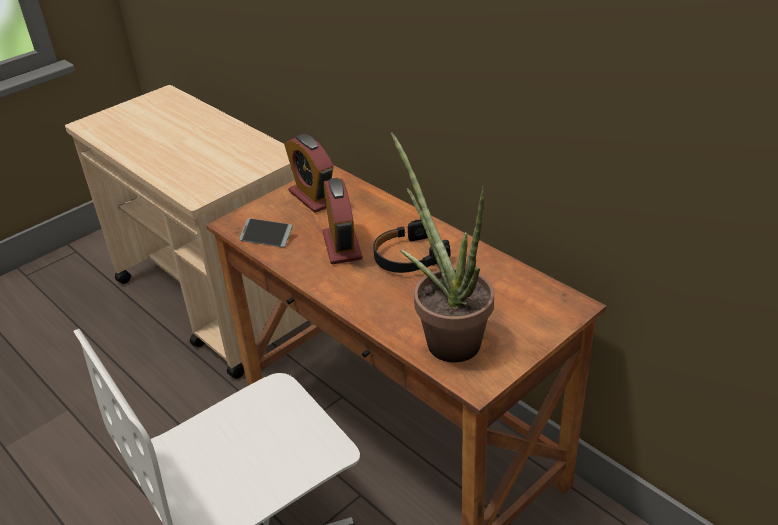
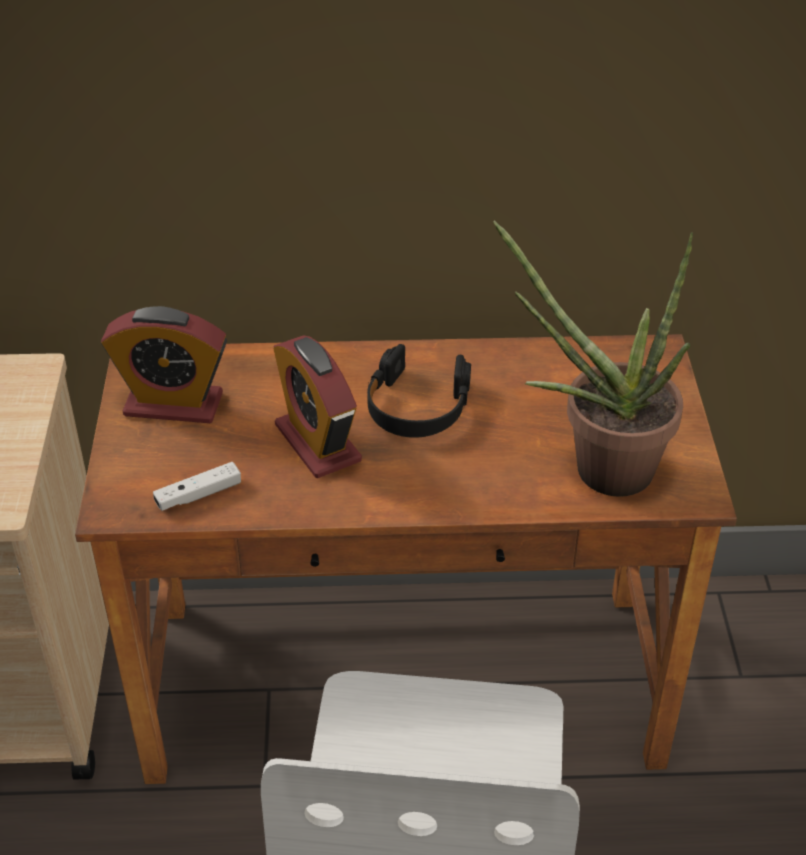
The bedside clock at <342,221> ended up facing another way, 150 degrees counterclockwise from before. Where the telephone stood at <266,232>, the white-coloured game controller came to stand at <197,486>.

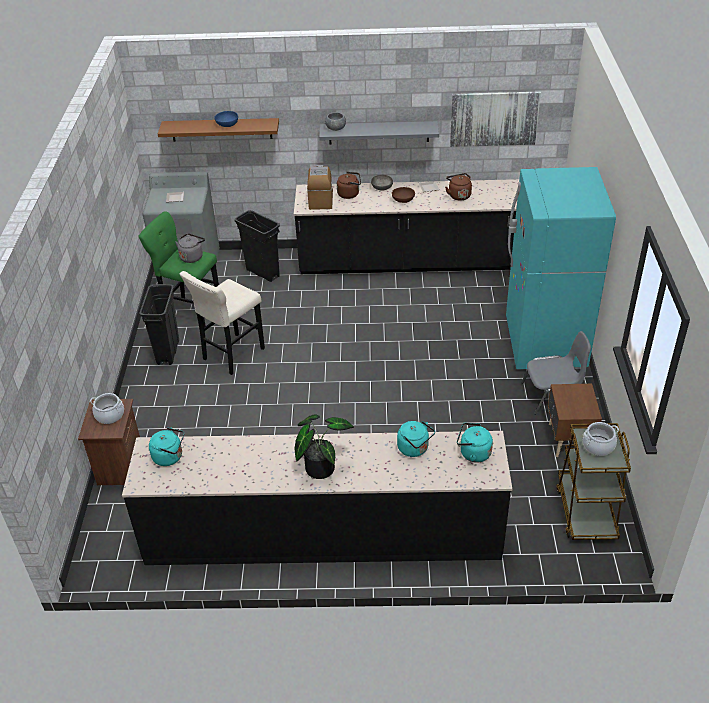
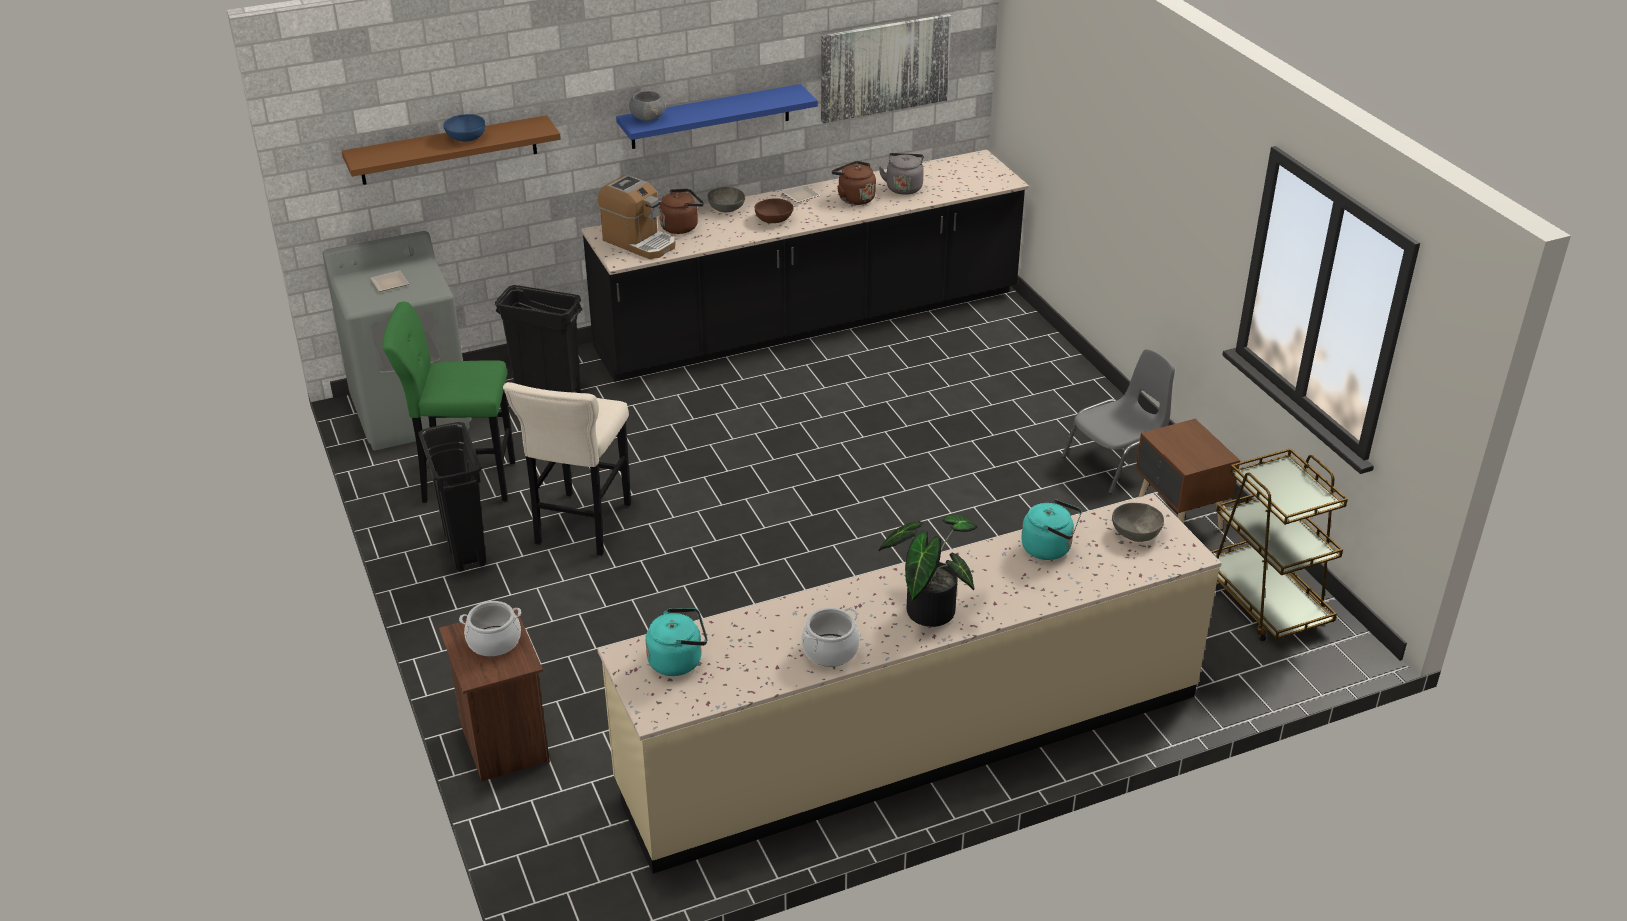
What was the greyish wall shelf at <379,132> turned into the bluish wall shelf at <717,116>. The coffee brewer at <320,187> ended up facing another way, 150 degrees clockwise from before. The second view lost the turquoise-coloured kitchen fridge at <561,268>. The greyish water kettle ended up elsewhere, having gone from <190,248> to <901,174>. The stockpot ended up elsewhere, having gone from <601,439> to <830,637>. Where the turquoise-coloured water kettle stood at <475,443>, the greyish serving bowl came to stand at <1138,522>. What was the black-coloured kitchen counter at <317,498> turned into the beige kitchen counter at <909,684>.

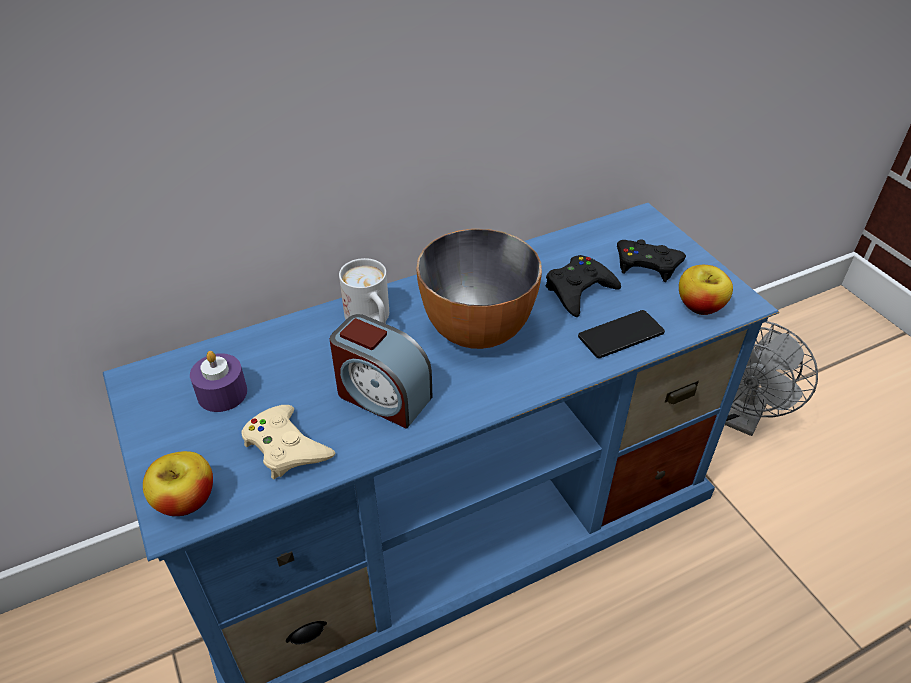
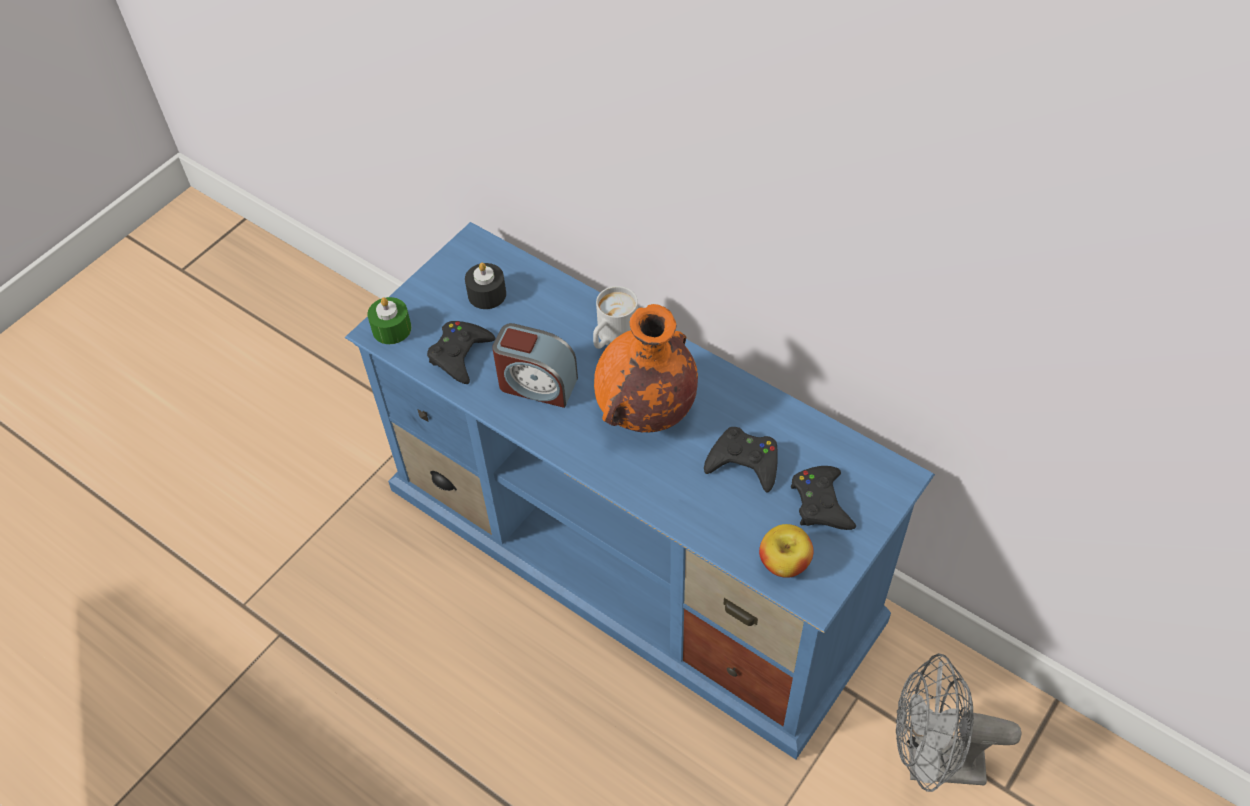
Where the serving bowl stood at <479,289>, the orange-coloured decorative vase came to stand at <646,368>. The second view lost the telephone at <621,334>. The bedside clock at <381,371> ended up facing another way, 75 degrees counterclockwise from before. What was the purple wax light at <218,381> turned into the black-coloured wax light at <485,286>. What was the beige game controller at <288,442> turned into the black-coloured game controller at <461,352>. Where the whole apple stood at <178,483>, the green wax light came to stand at <389,320>.

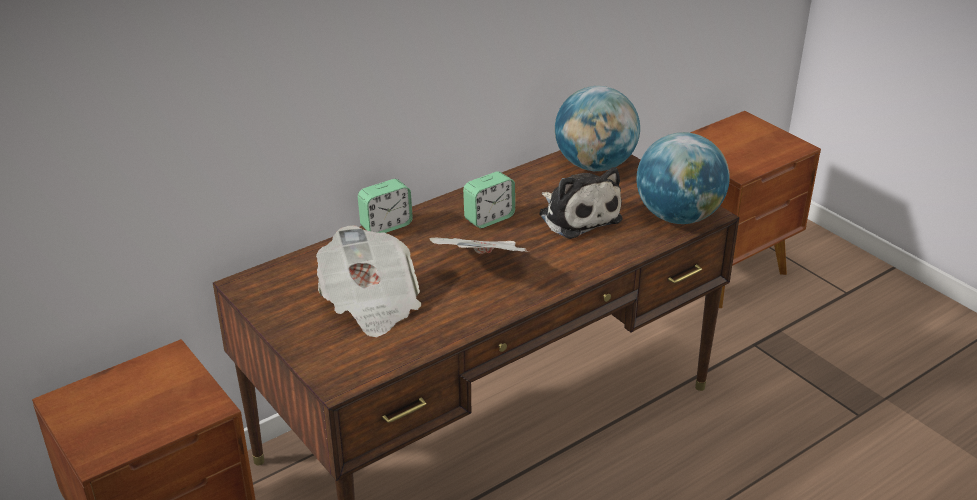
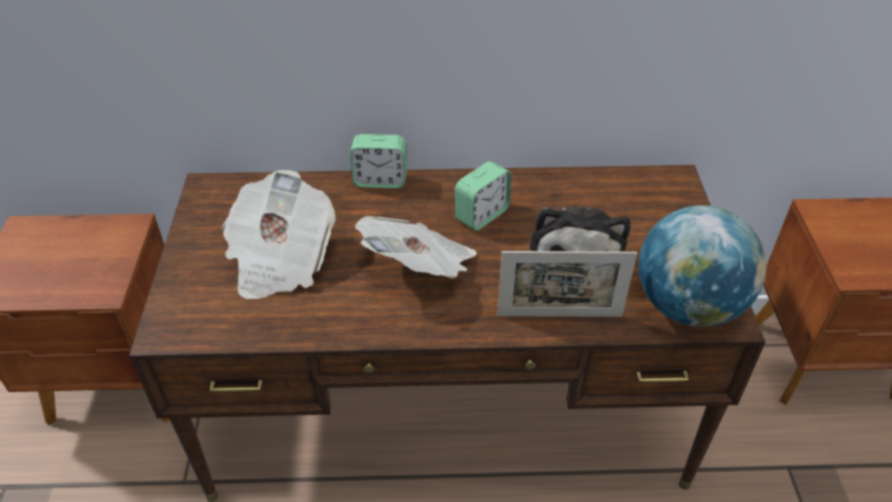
The second view lost the globe at <597,128>. The bedside clock at <489,199> ended up facing another way, 45 degrees counterclockwise from before. The second view gained the standing frame at <567,284>.

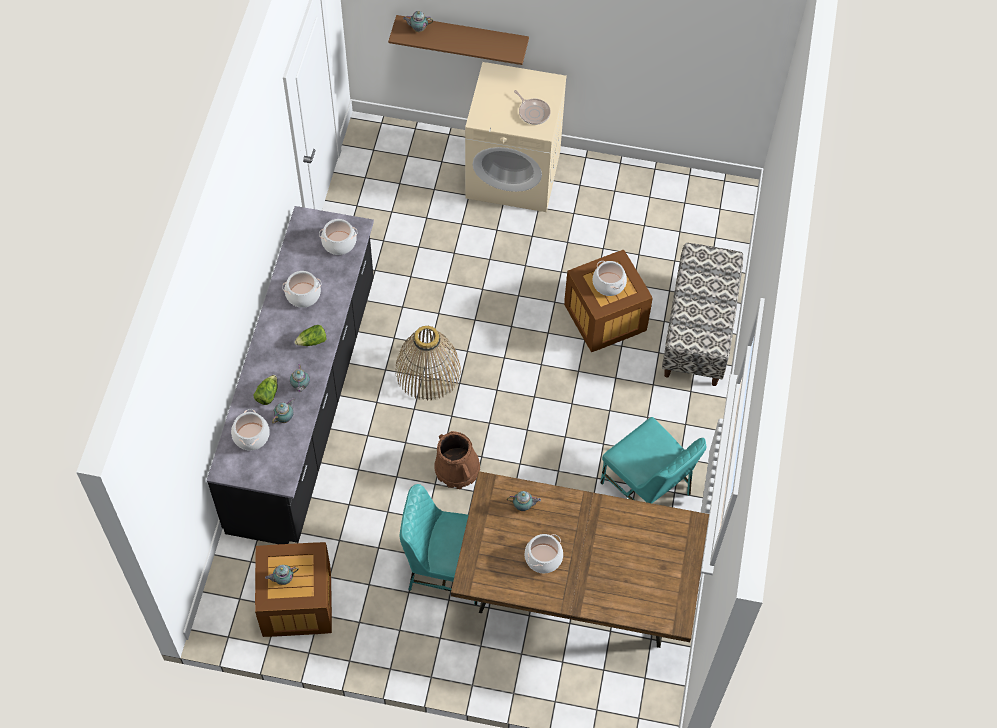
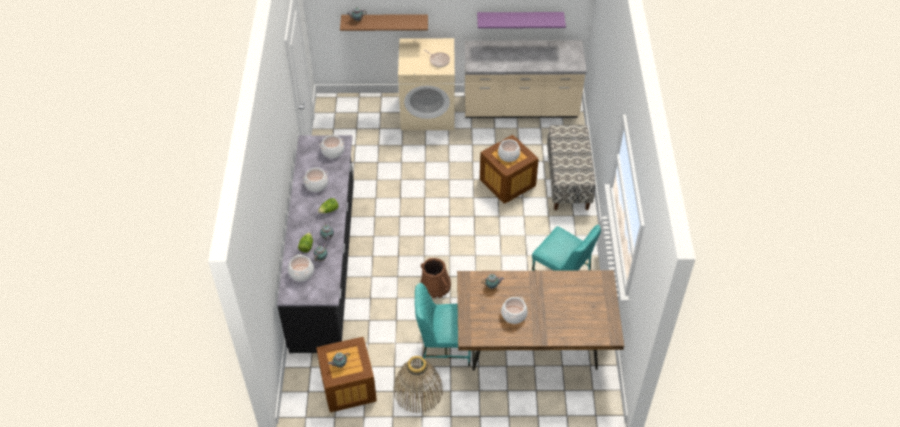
The basket ended up elsewhere, having gone from <428,363> to <418,384>. The second view gained the purple wall shelf at <521,20>. The second view gained the beige kitchen counter at <526,79>.

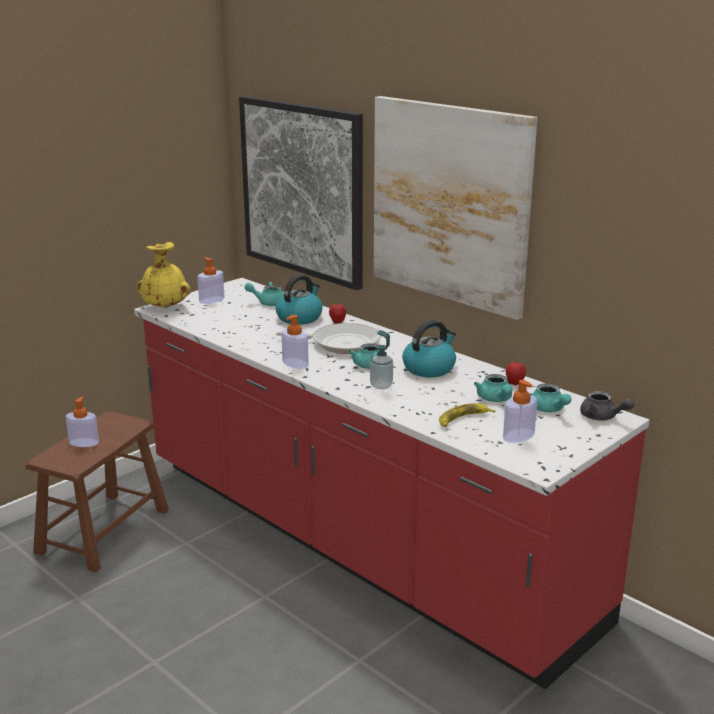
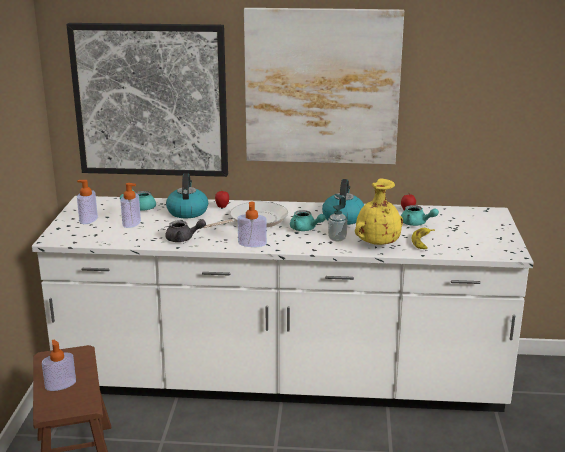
The yellow decorative vase ended up elsewhere, having gone from <164,275> to <379,211>. What was the reddish kitchen counter at <392,483> turned into the white-coloured kitchen counter at <282,304>. The soap bottle ended up elsewhere, having gone from <520,411> to <130,205>. The second view lost the turquoise-coloured pot for tea at <551,397>. The greyish pot for tea ended up elsewhere, having gone from <607,406> to <185,230>.

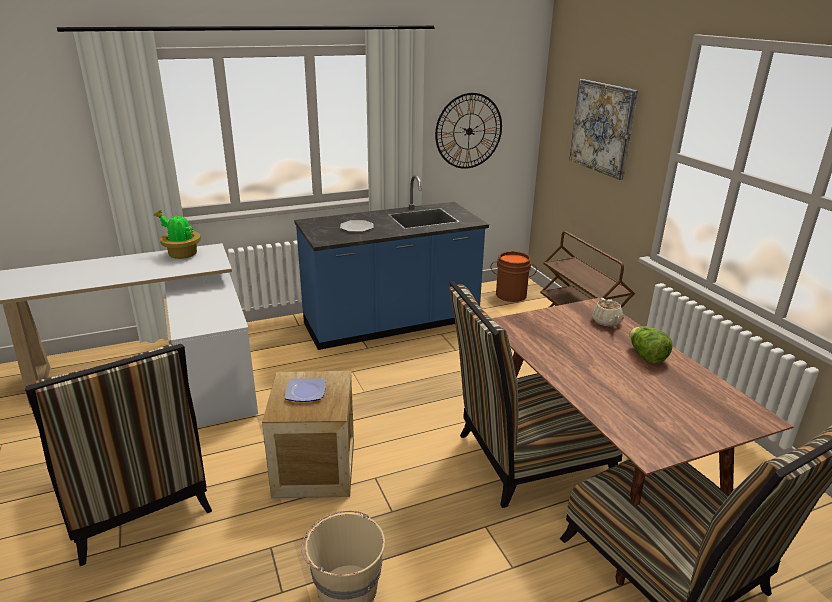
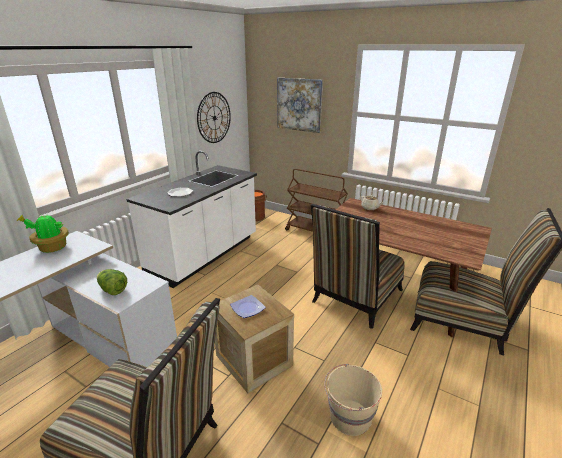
What was the bluish kitchen counter at <391,262> turned into the white-coloured kitchen counter at <192,219>. The lettuce ended up elsewhere, having gone from <650,345> to <112,282>.

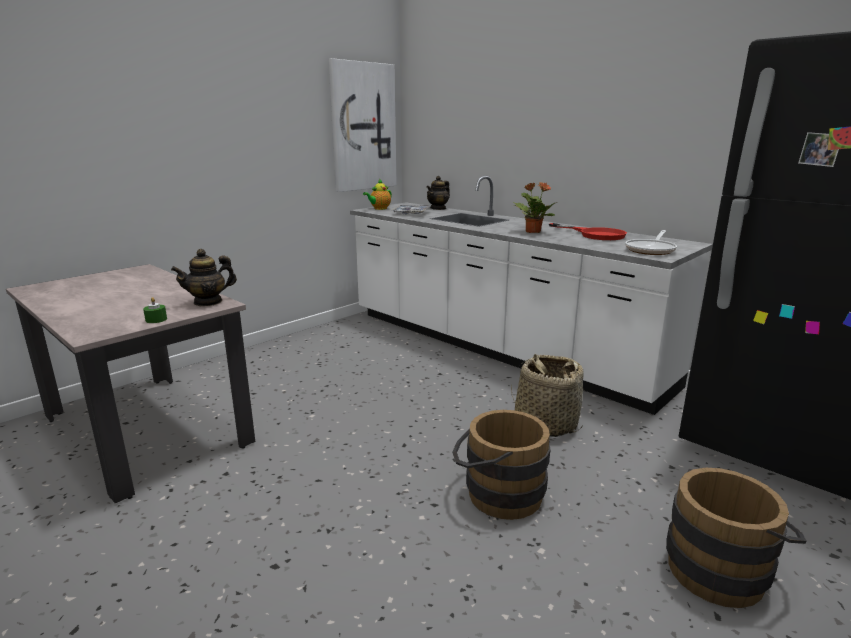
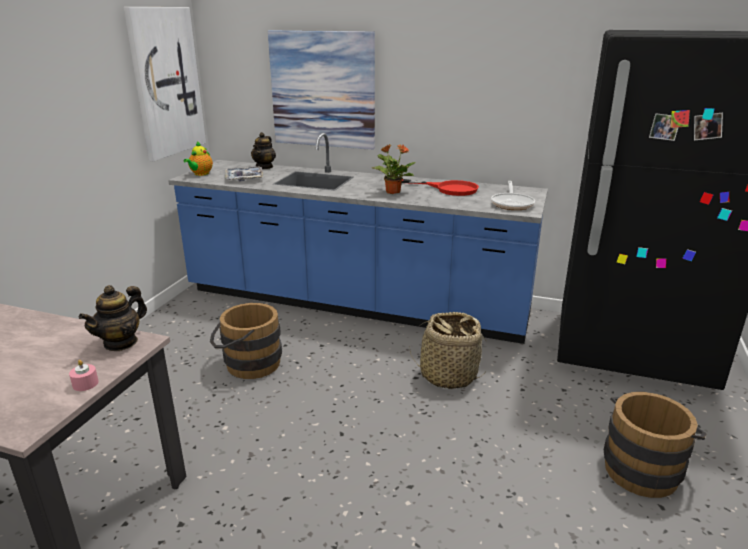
What was the white-coloured kitchen counter at <531,295> turned into the bluish kitchen counter at <358,238>. What was the green wax light at <155,310> turned into the pinkish wax light at <84,375>. The brown-coloured water bucket ended up elsewhere, having gone from <501,465> to <246,341>. The second view gained the picture at <321,90>.

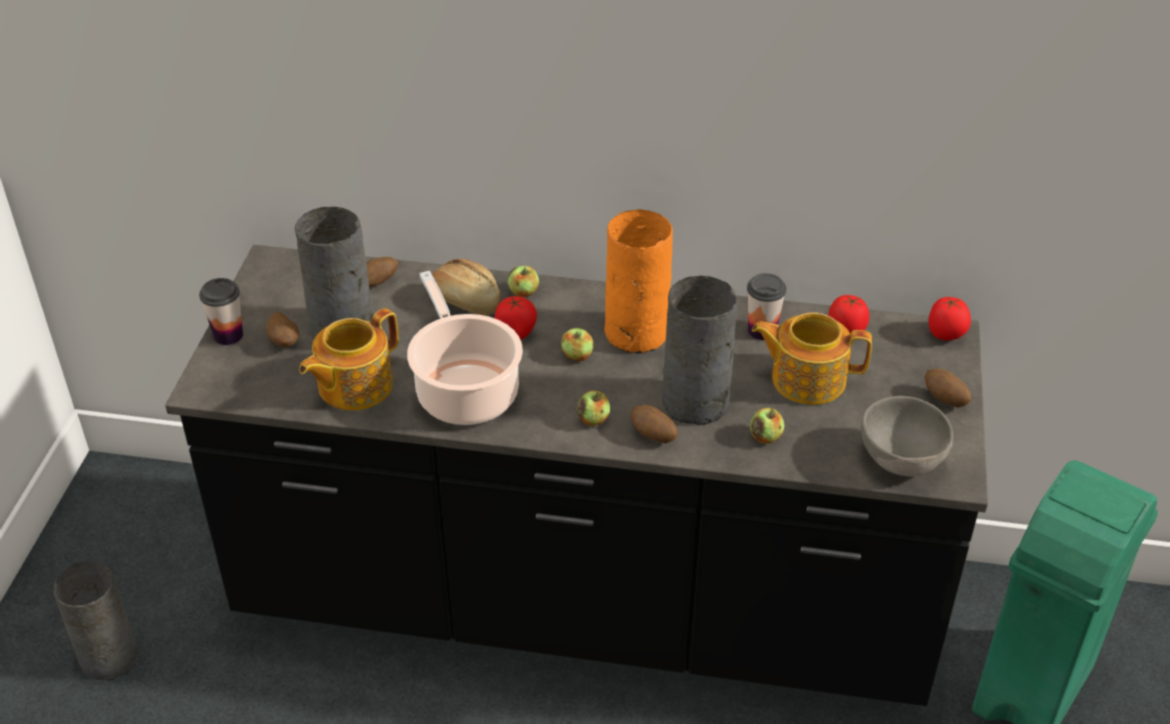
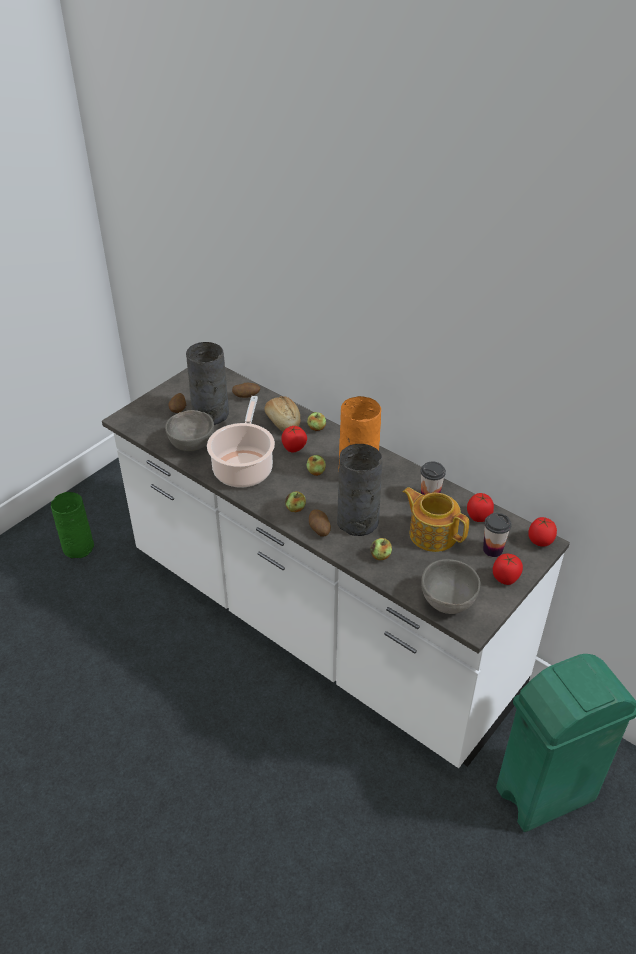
What was the black-coloured kitchen counter at <576,475> turned into the white-coloured kitchen counter at <336,567>. The small cup ended up elsewhere, having gone from <221,311> to <497,535>. Where the pot for tea stood at <348,359>, the greyish serving bowl came to stand at <189,430>. Where the potato stood at <948,388>, the tomato came to stand at <508,569>. What was the greyish decorative vase at <96,621> turned into the green decorative vase at <72,525>.

